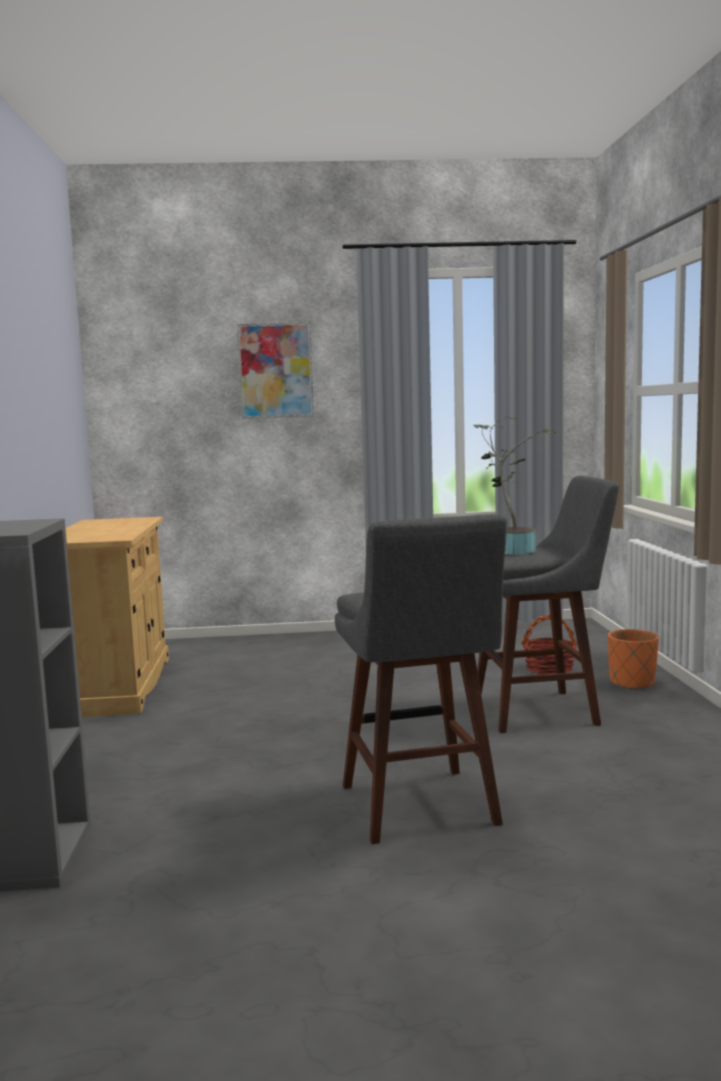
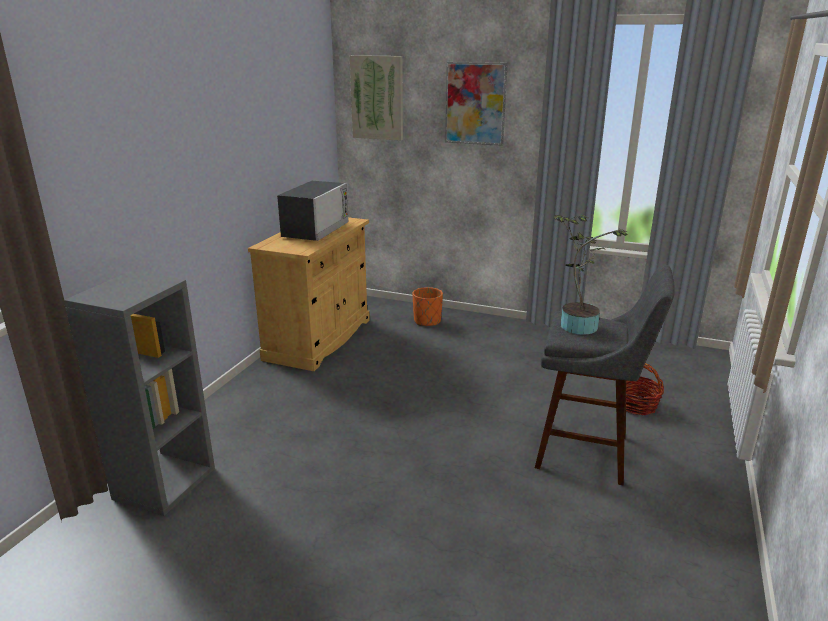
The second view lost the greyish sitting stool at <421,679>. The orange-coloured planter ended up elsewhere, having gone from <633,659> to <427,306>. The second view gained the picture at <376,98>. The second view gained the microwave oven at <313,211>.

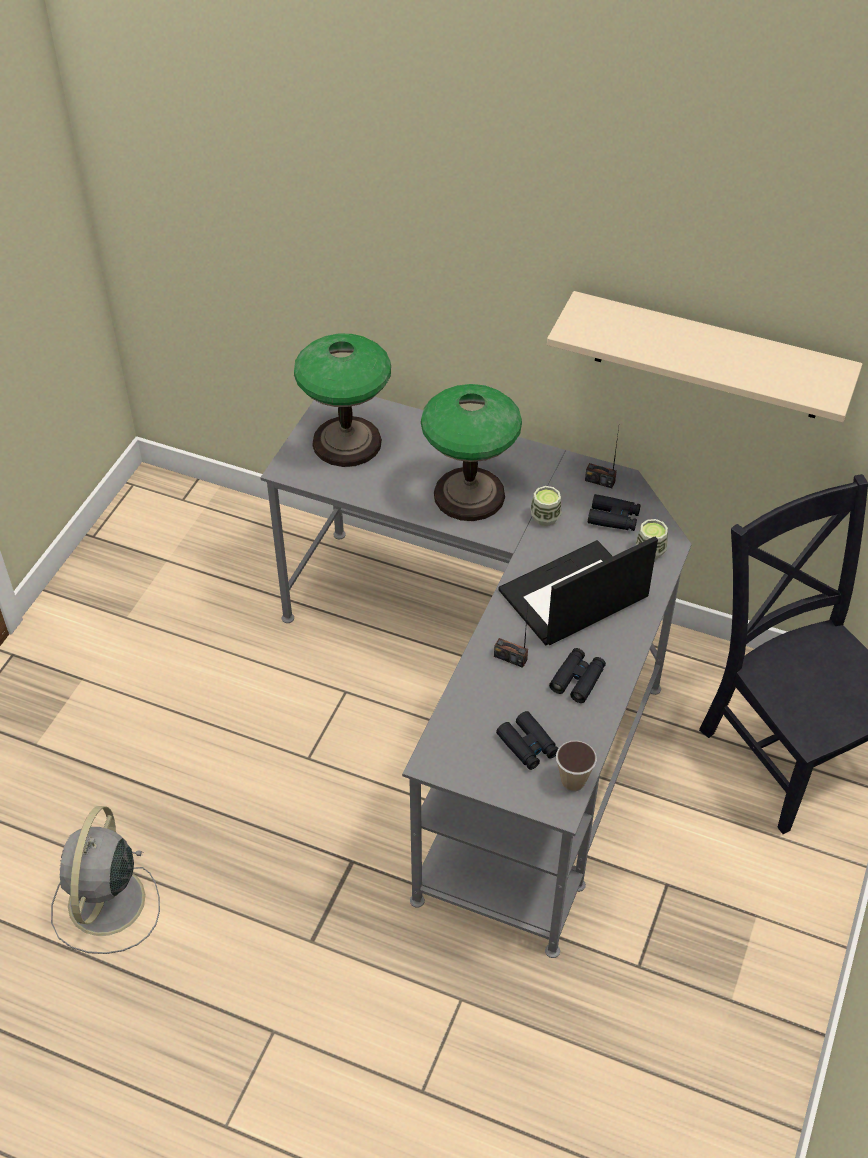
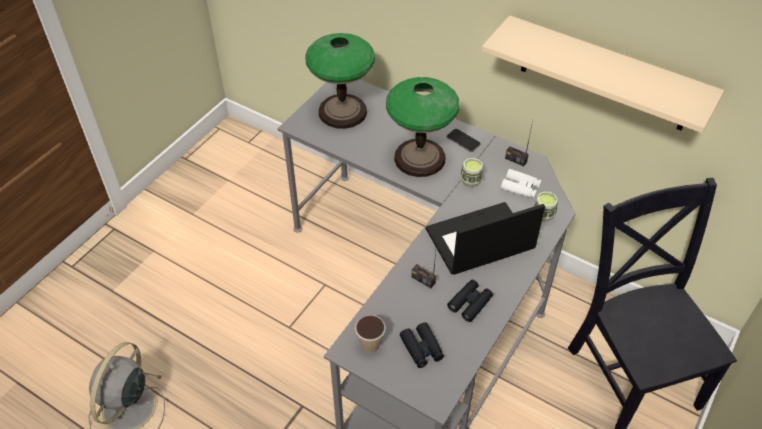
What was the black-coloured binoculars at <614,512> turned into the white-coloured binoculars at <521,184>. The small cup ended up elsewhere, having gone from <576,766> to <370,334>. The second view gained the telephone at <463,140>.

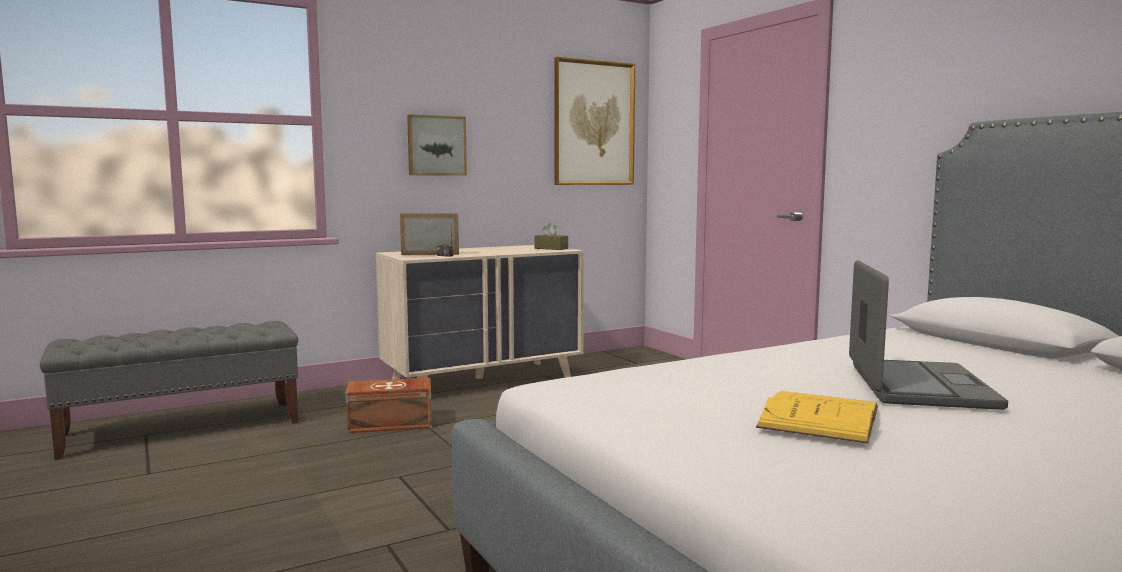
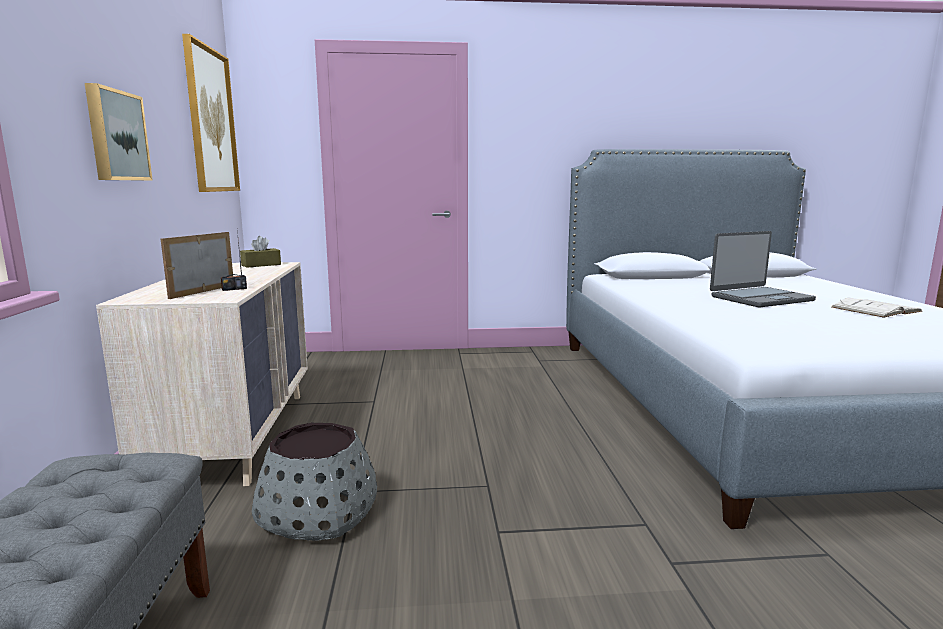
The portable computer at <928,335> ended up facing another way, 120 degrees clockwise from before. Where the brown-coloured storage box stood at <388,405>, the greyish planter came to stand at <314,482>. The second view lost the yellow book at <817,417>. The second view gained the white-coloured book at <877,308>.

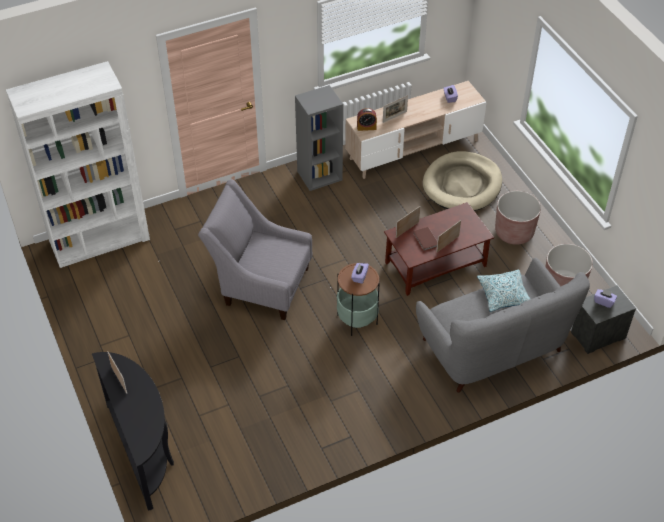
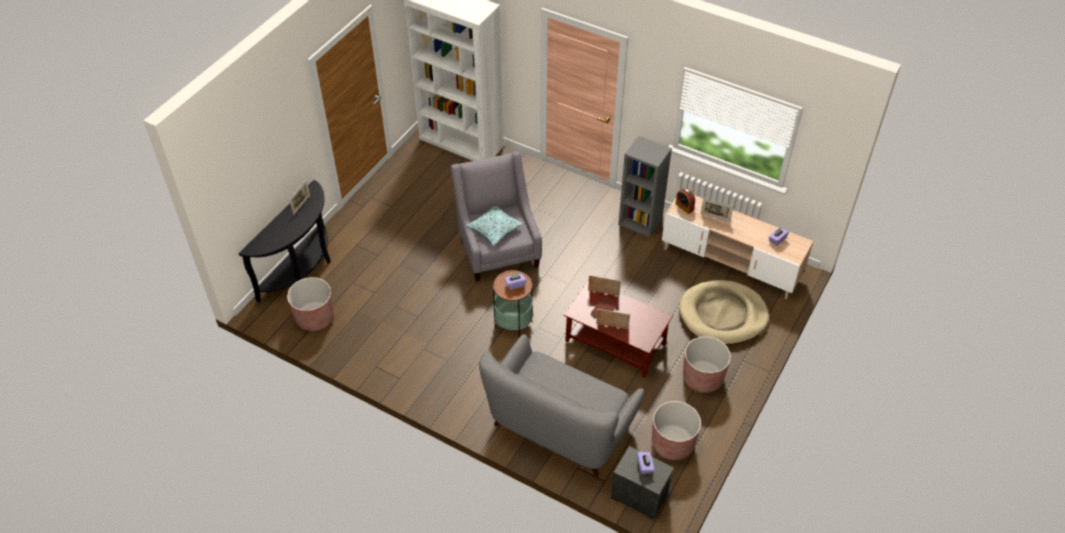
The throw pillow ended up elsewhere, having gone from <503,290> to <494,226>. The second view gained the brown-coloured planter at <310,304>.

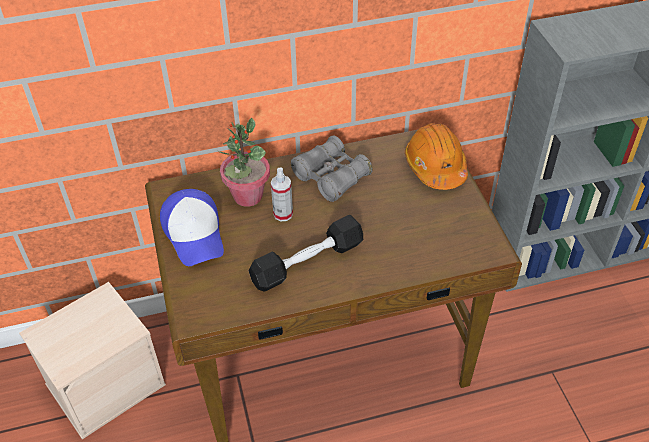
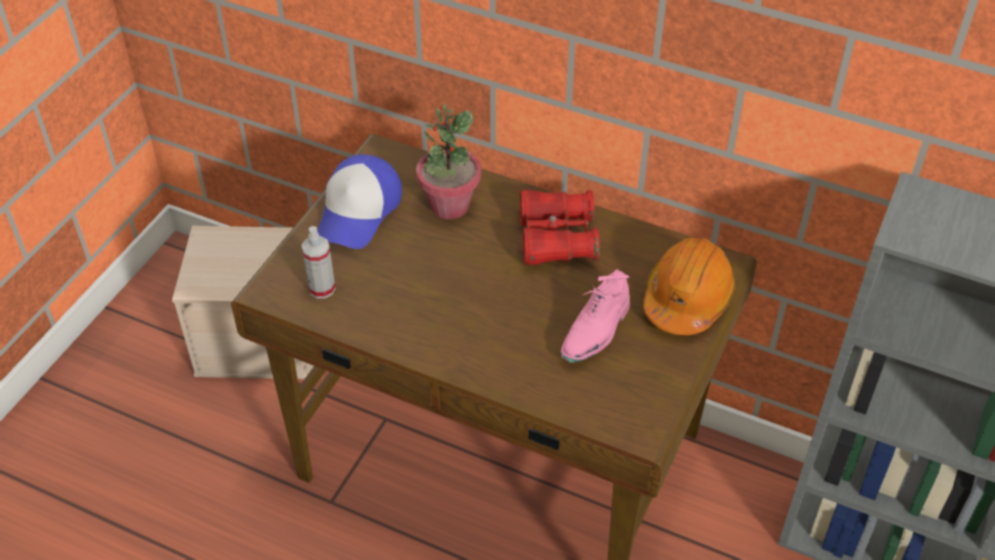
What was the greyish binoculars at <332,169> turned into the reddish binoculars at <560,227>. The sprayer ended up elsewhere, having gone from <282,194> to <318,262>. The second view lost the black-coloured dumbbell at <306,253>. The second view gained the pinkish item of footwear at <595,316>.

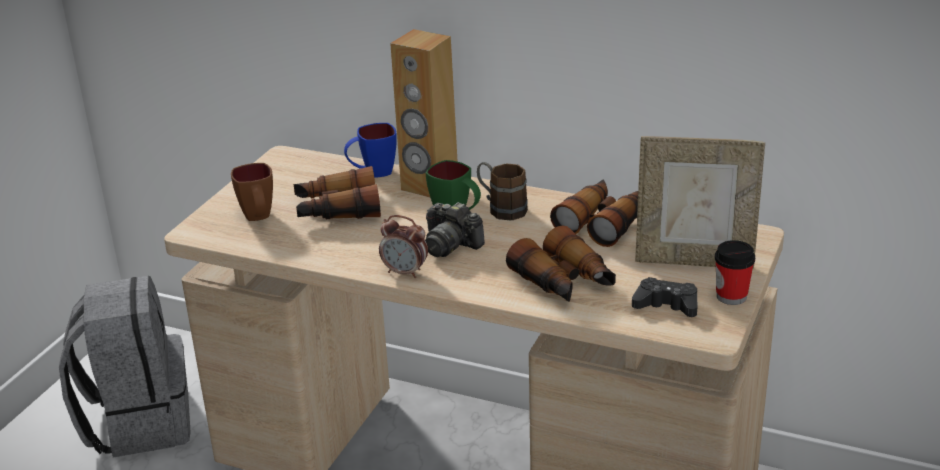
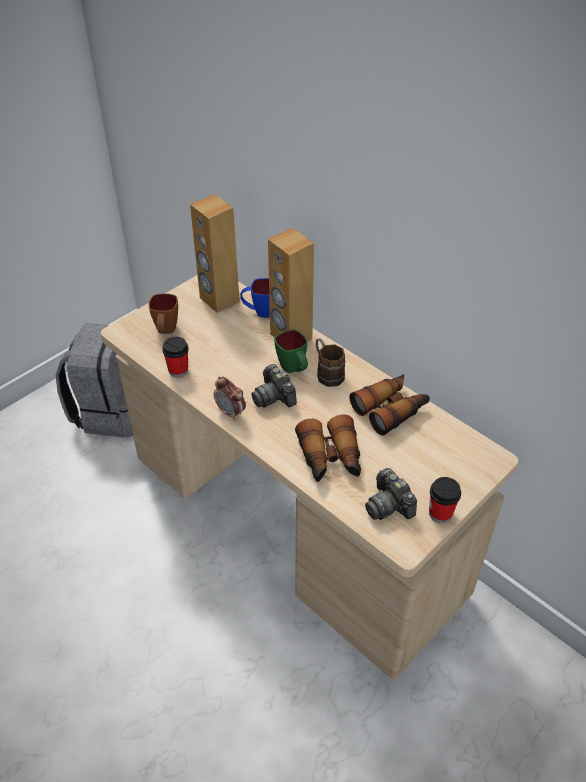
The second view lost the standing frame at <700,202>. The second view lost the binoculars at <337,193>. Where the black-coloured game controller stood at <664,297>, the photo camera came to stand at <391,494>. The second view gained the brown-coloured loudspeaker at <215,253>. The second view gained the small cup at <175,357>.

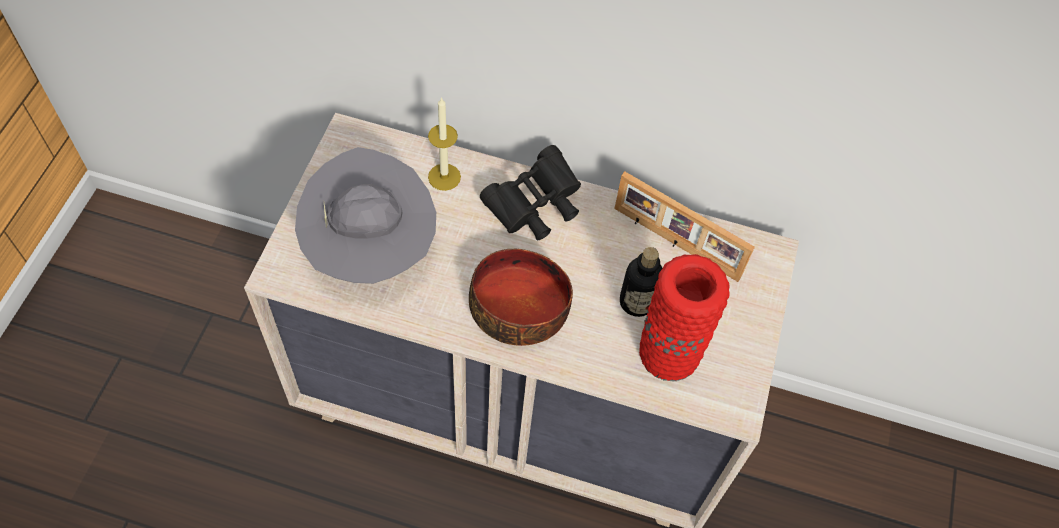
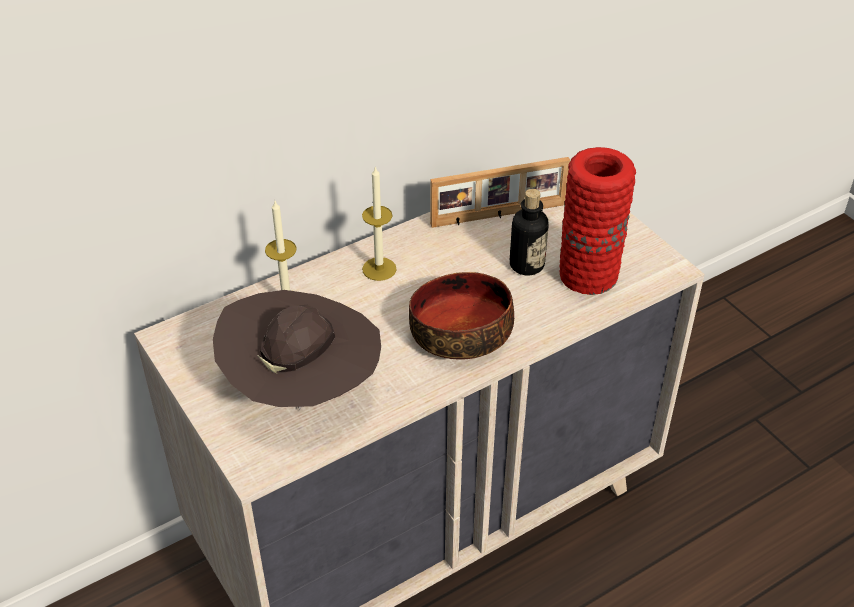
Where the black-coloured binoculars stood at <530,192>, the wax light came to stand at <379,223>. What was the greyish clothing hat at <365,215> turned into the brown-coloured clothing hat at <297,350>.

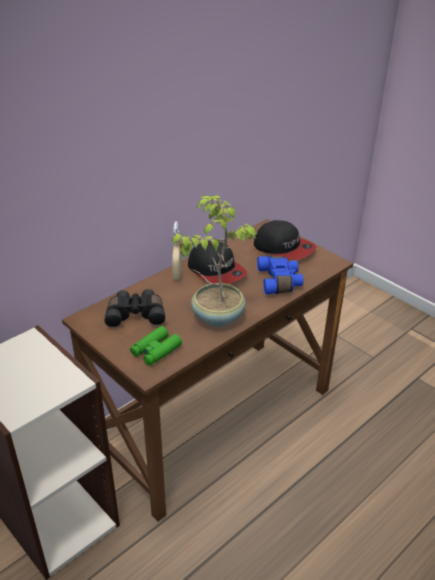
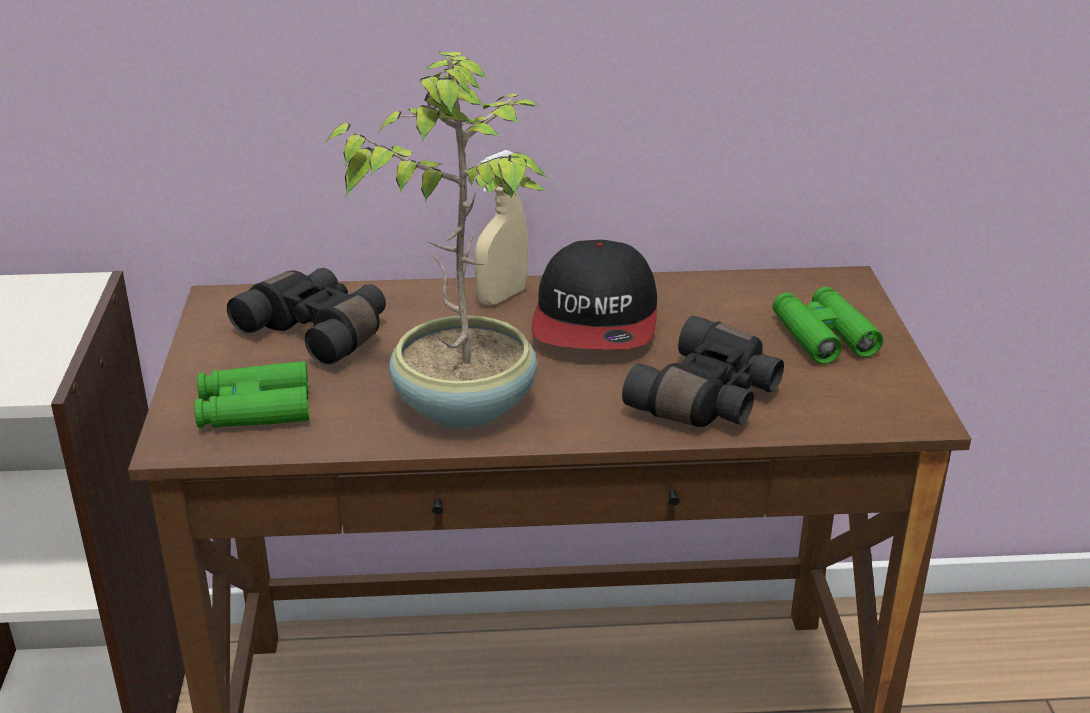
Where the baseball cap stood at <285,240>, the green binoculars came to stand at <828,325>. What was the bluish binoculars at <280,275> turned into the black-coloured binoculars at <703,371>.

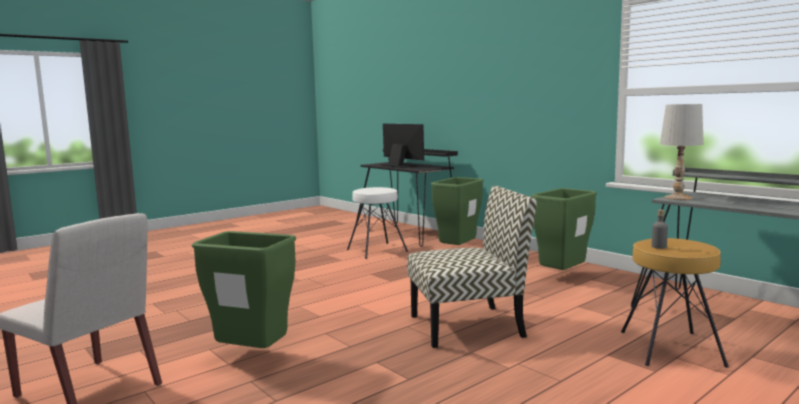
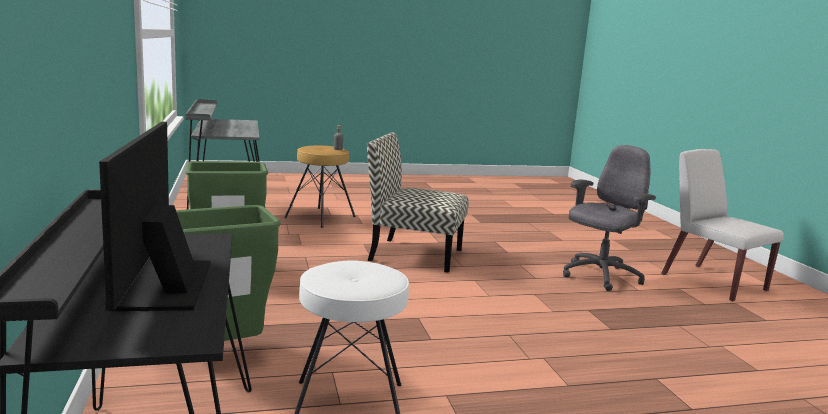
The second view lost the white-coloured lamp for a table at <682,152>. Where the green waste bin stood at <244,289>, the greyish office chair came to stand at <609,218>.

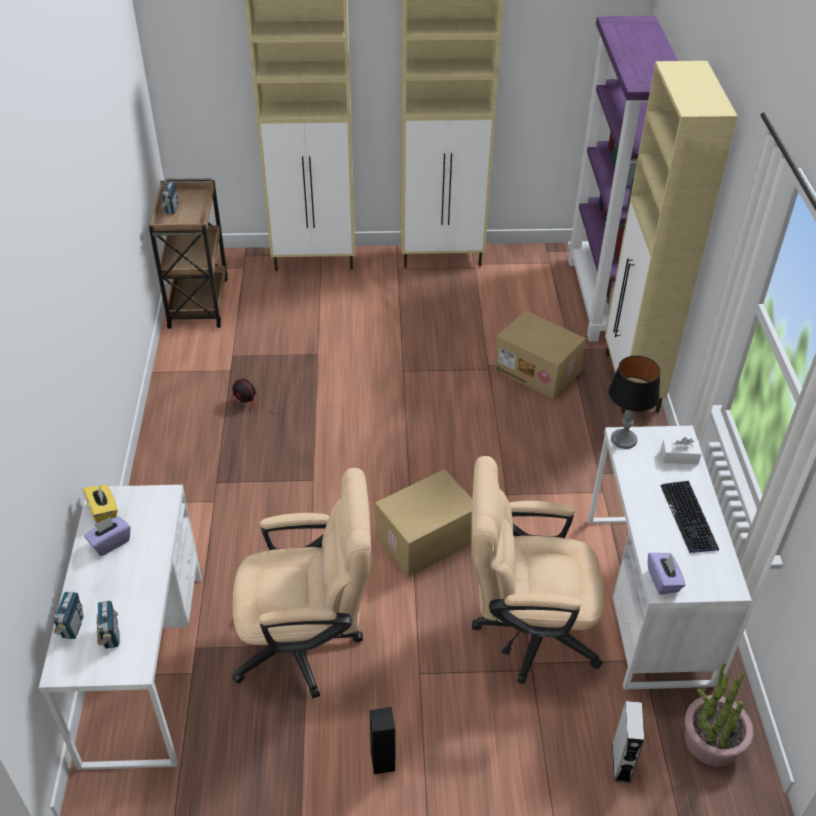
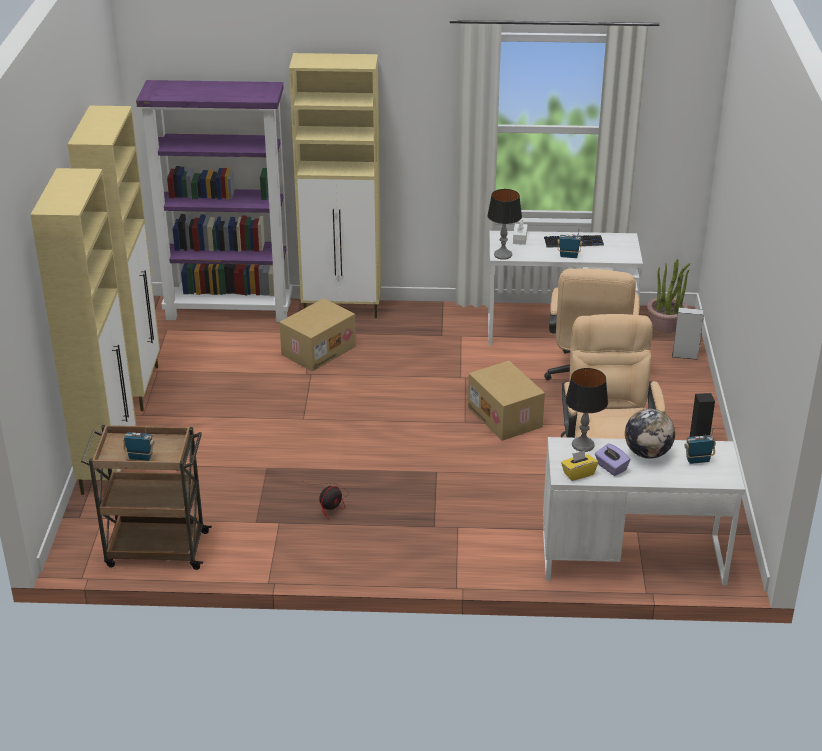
The second view lost the purple tissue holder at <666,574>. The radio ended up elsewhere, having gone from <67,615> to <569,243>. The second view gained the lamp for a table at <586,410>. The second view gained the globe at <650,434>.

